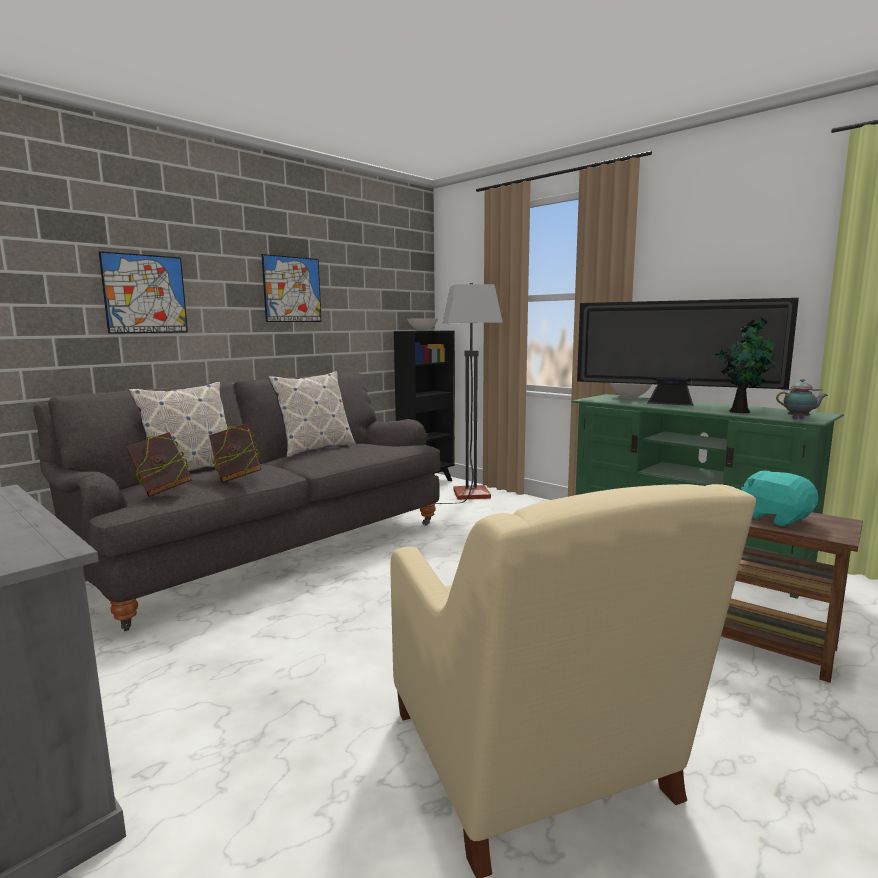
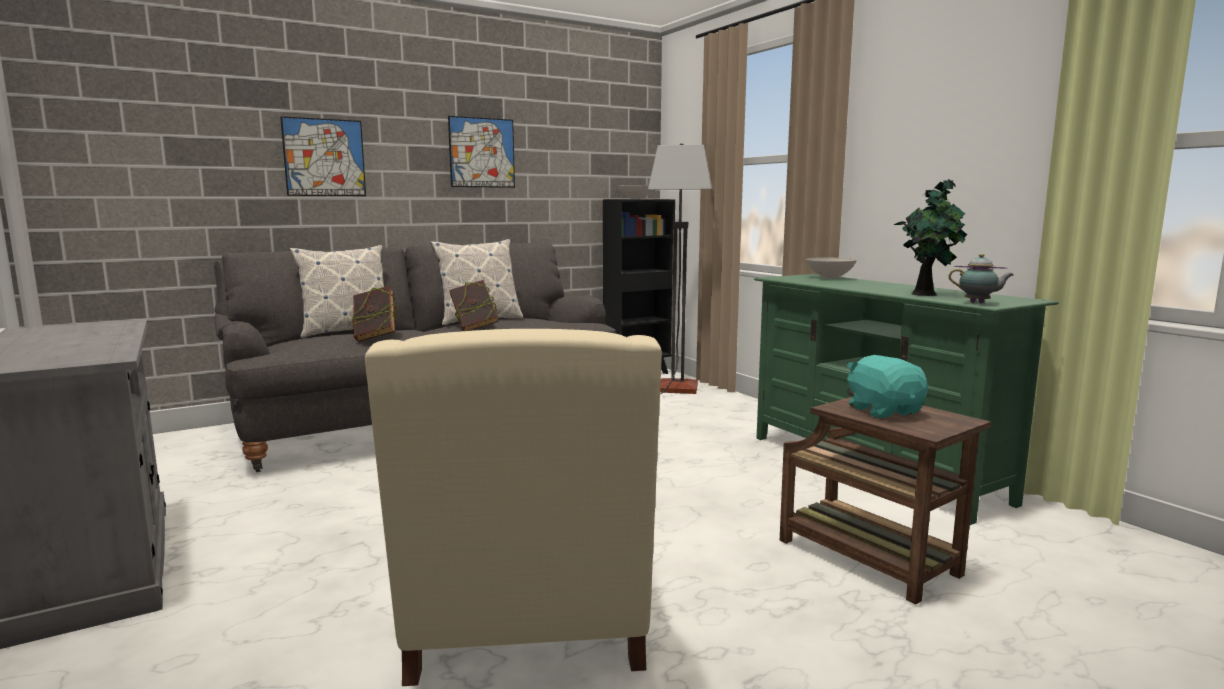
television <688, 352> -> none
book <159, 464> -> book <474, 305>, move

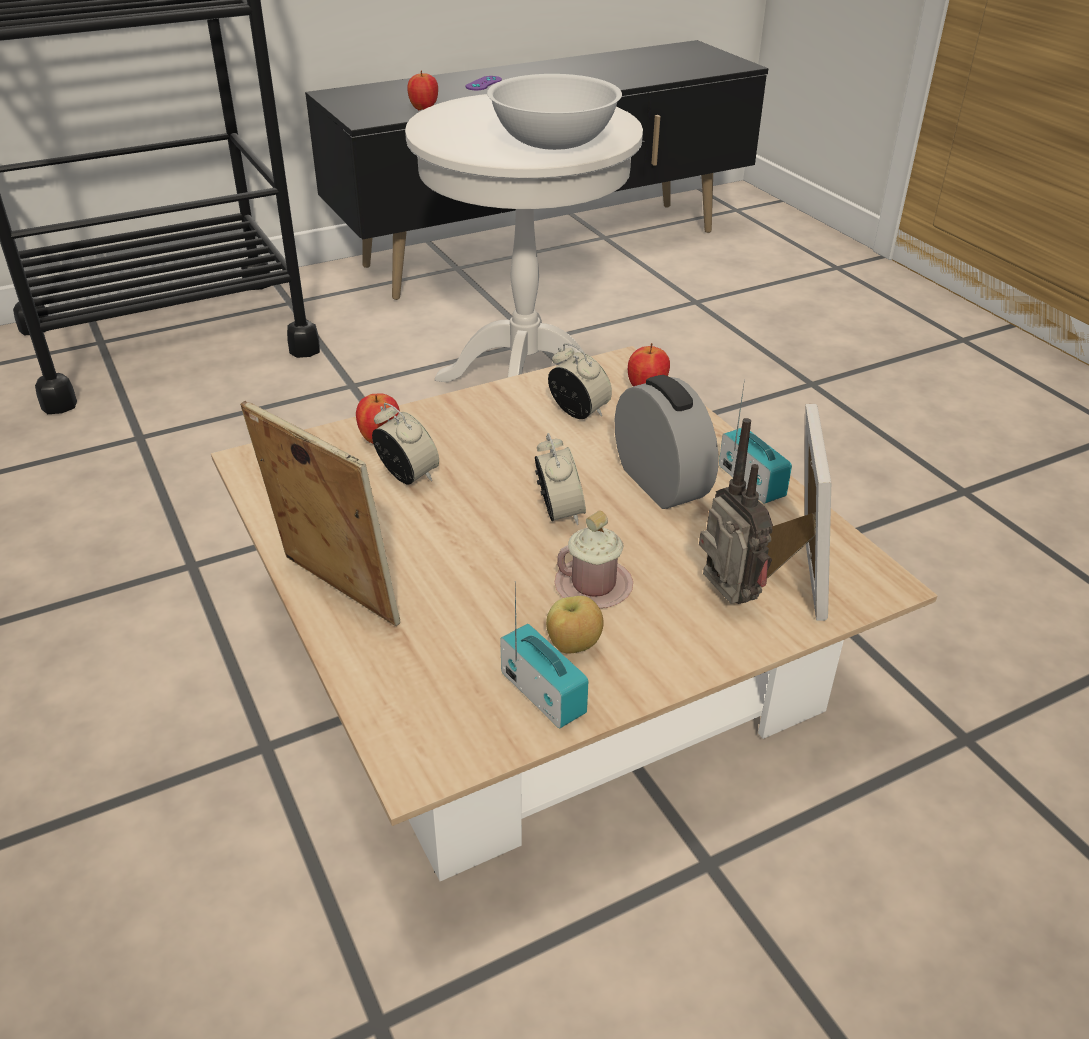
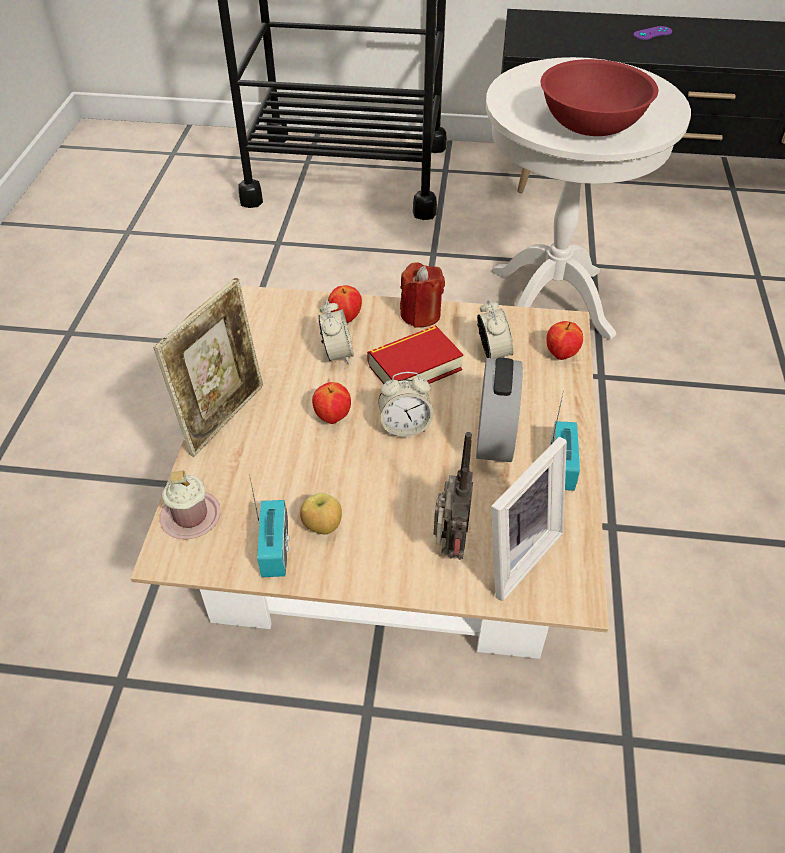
none -> book <415, 354>
none -> red candle <422, 295>
apple <422, 90> -> apple <331, 403>, move
pink mug <594, 559> -> pink mug <190, 505>, move
white bowl <554, 112> -> red bowl <599, 97>
picture frame <320, 513> -> picture frame <208, 367>, 45 degrees clockwise
alarm clock <560, 479> -> alarm clock <405, 404>, 60 degrees clockwise

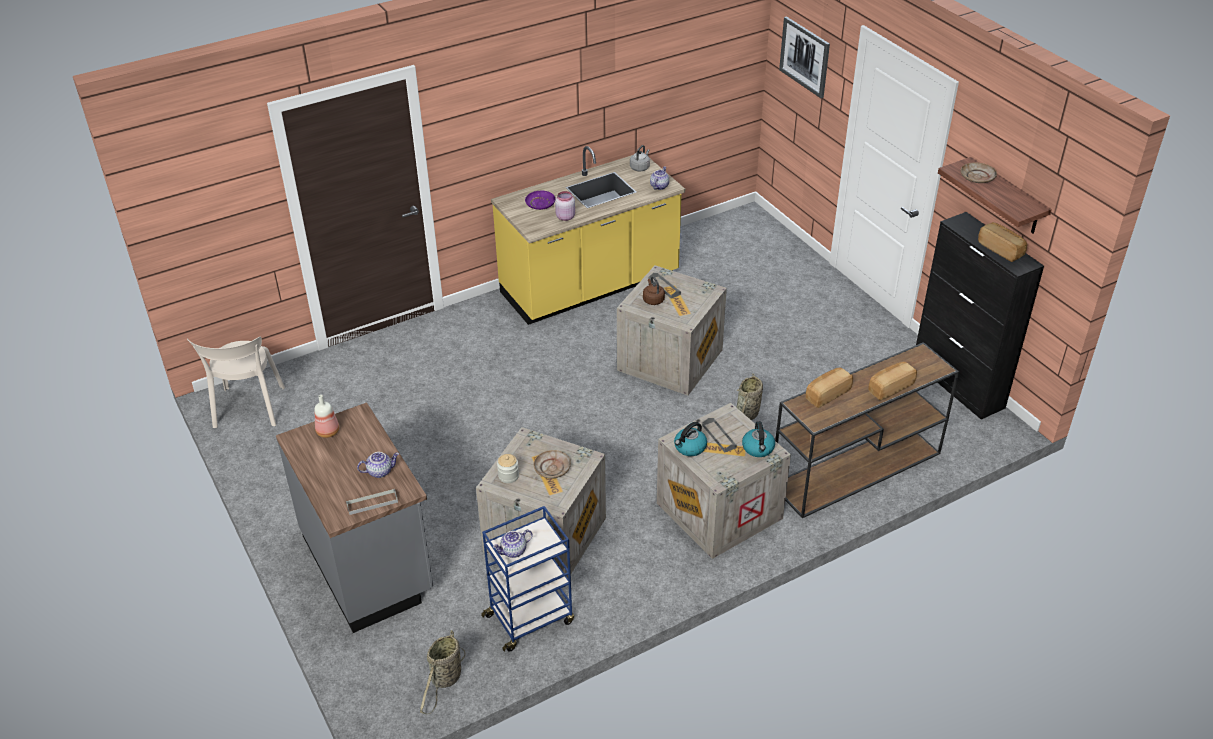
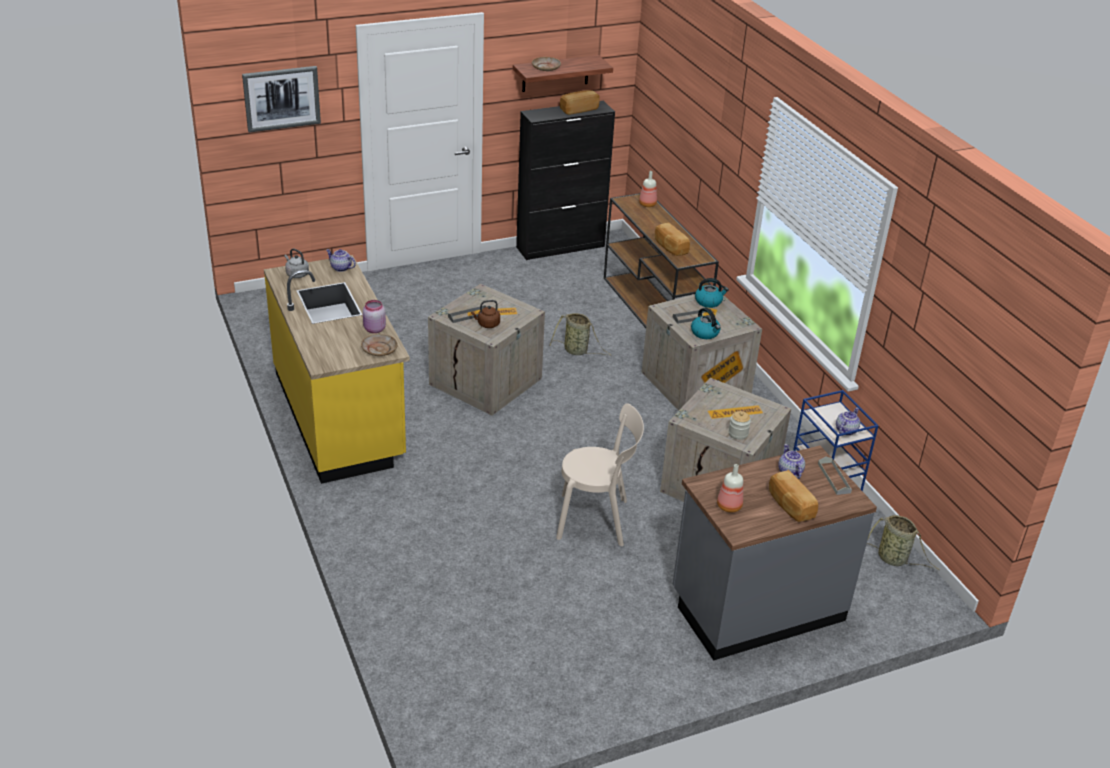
purple plate <540, 200> -> none
none -> bottle <648, 189>
beige chair <236, 382> -> beige chair <600, 474>, move
beige plate <552, 464> -> beige plate <379, 345>, move
bread <892, 381> -> bread <793, 496>, move
teapot <513, 544> -> teapot <848, 421>, 120 degrees counterclockwise

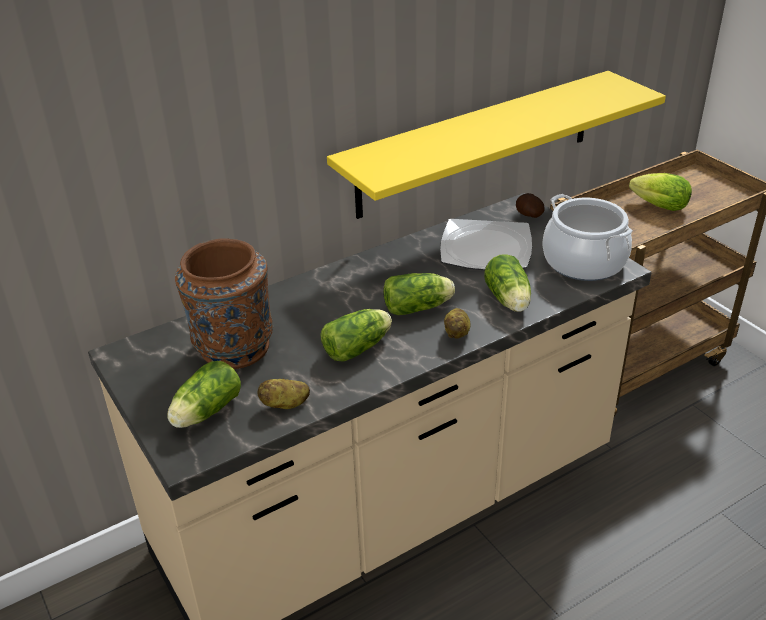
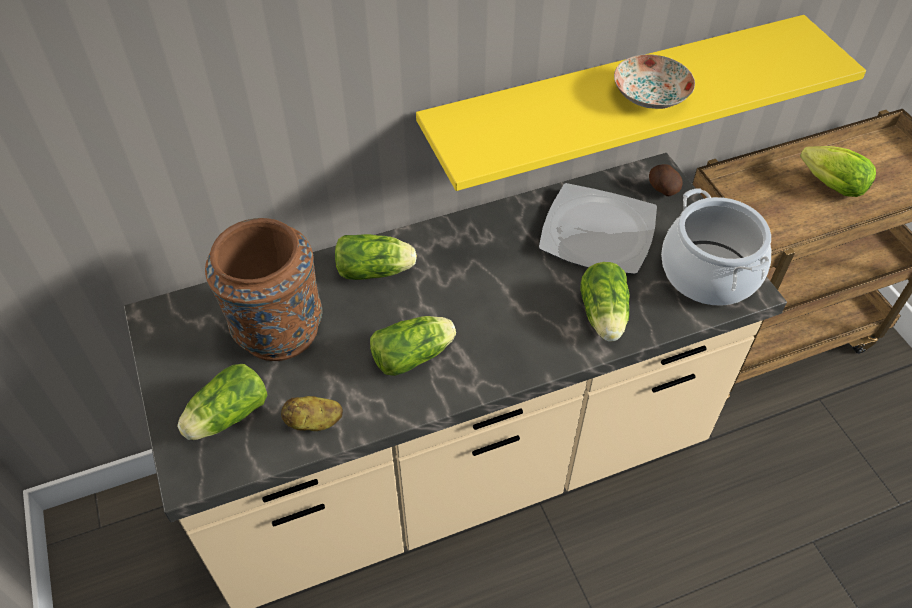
potato <457, 323> -> none
none -> plate <654, 81>
lettuce <419, 294> -> lettuce <376, 257>, move

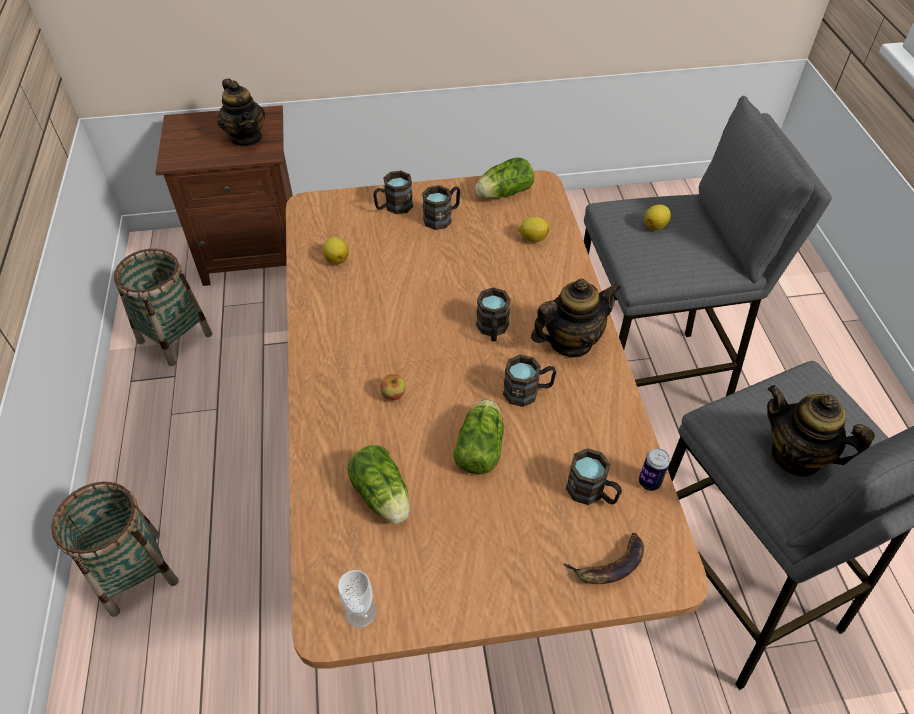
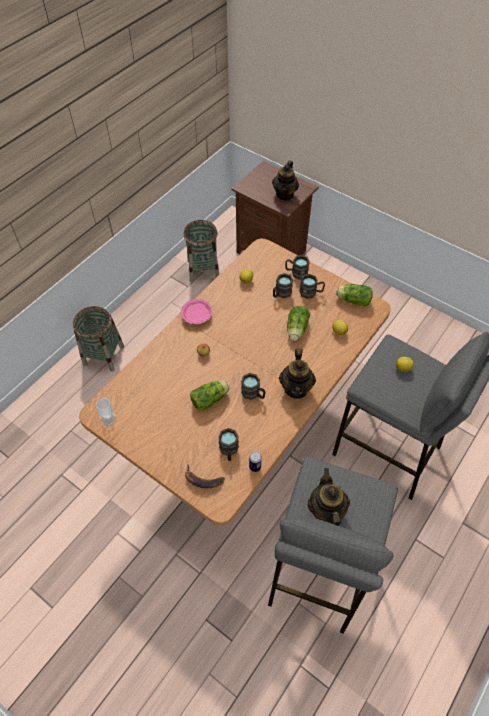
none -> pink plate <197, 311>
lettuce <379, 484> -> lettuce <298, 323>, move
brown mug <493, 314> -> brown mug <283, 285>, move
teapot <576, 318> -> teapot <297, 373>, 75 degrees clockwise

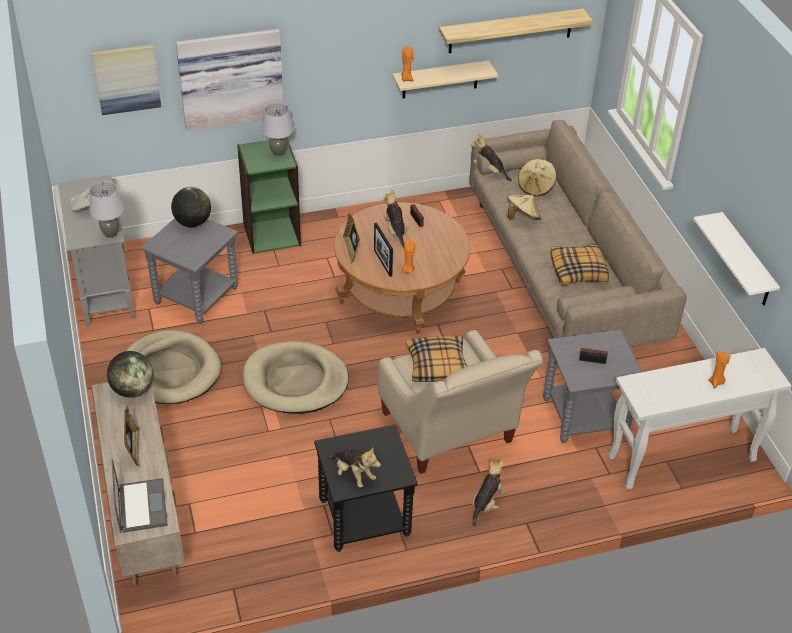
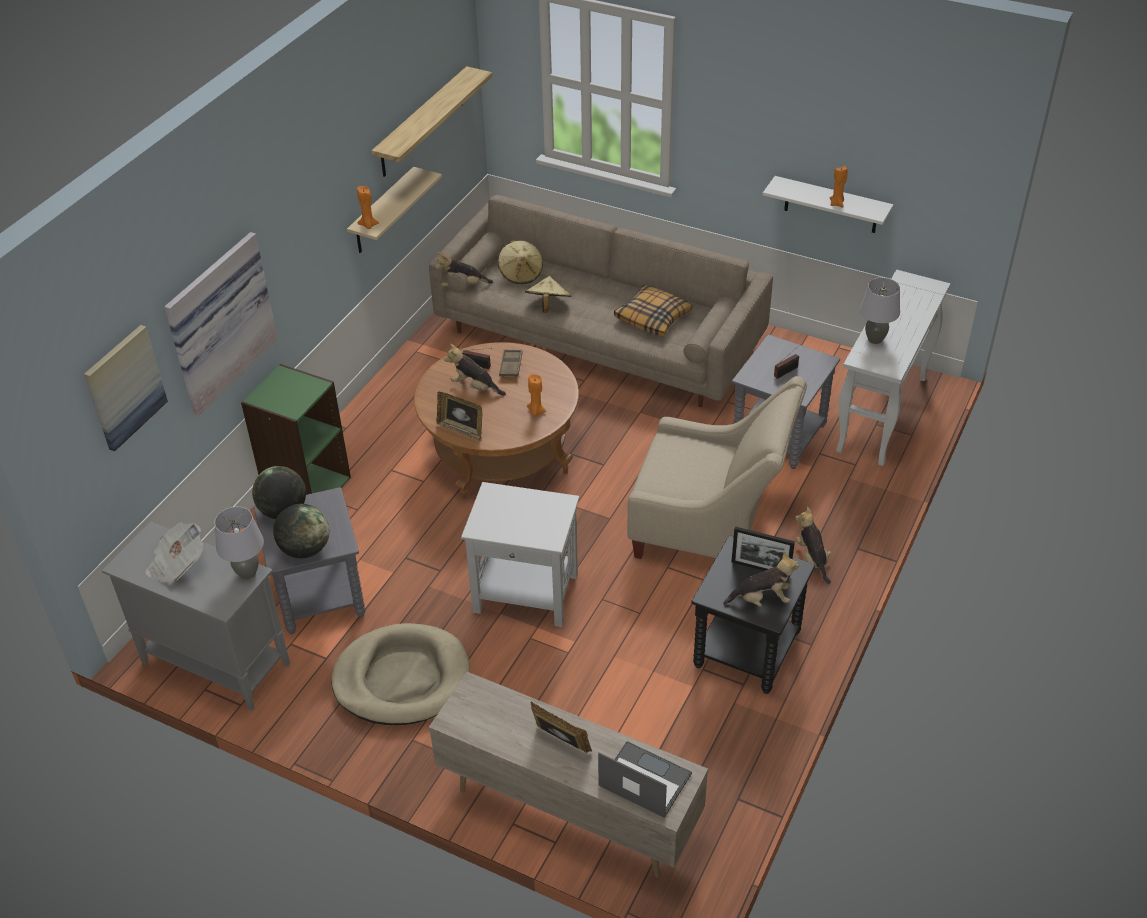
pillow <436, 359> -> none
none -> brown tray <511, 363>
globe <130, 374> -> globe <301, 531>, move
grey table lamp <277, 129> -> grey table lamp <880, 311>, move
picture frame <383, 250> -> picture frame <763, 551>, move
orange candle <719, 369> -> orange candle <839, 187>, move
beige dog bed <296, 377> -> white side table <520, 554>

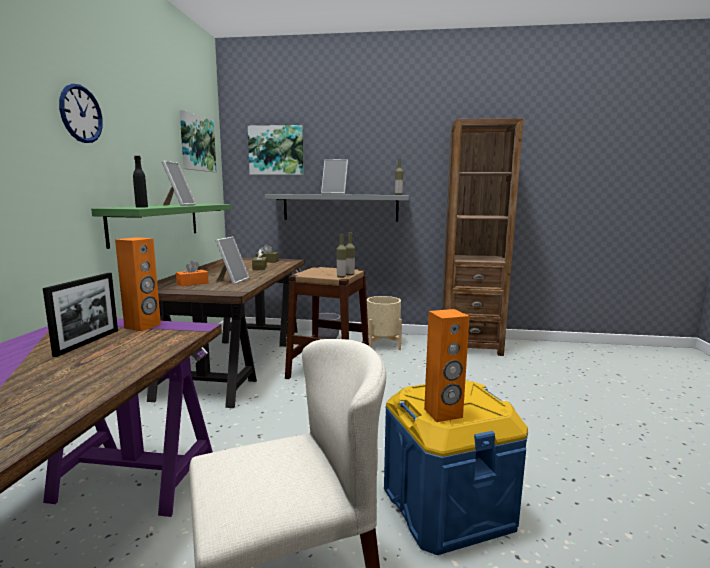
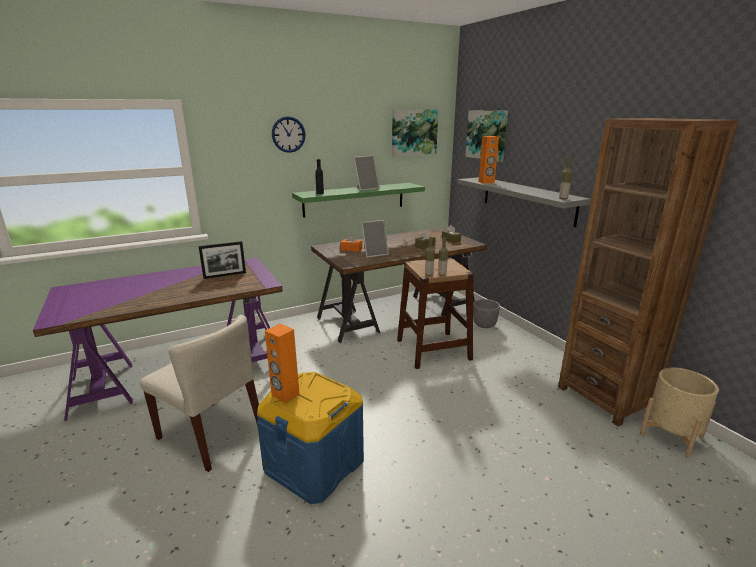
picture frame <334, 176> -> none
orange speaker <138, 284> -> orange speaker <488, 160>, move
beige planter <384, 323> -> beige planter <679, 413>, move

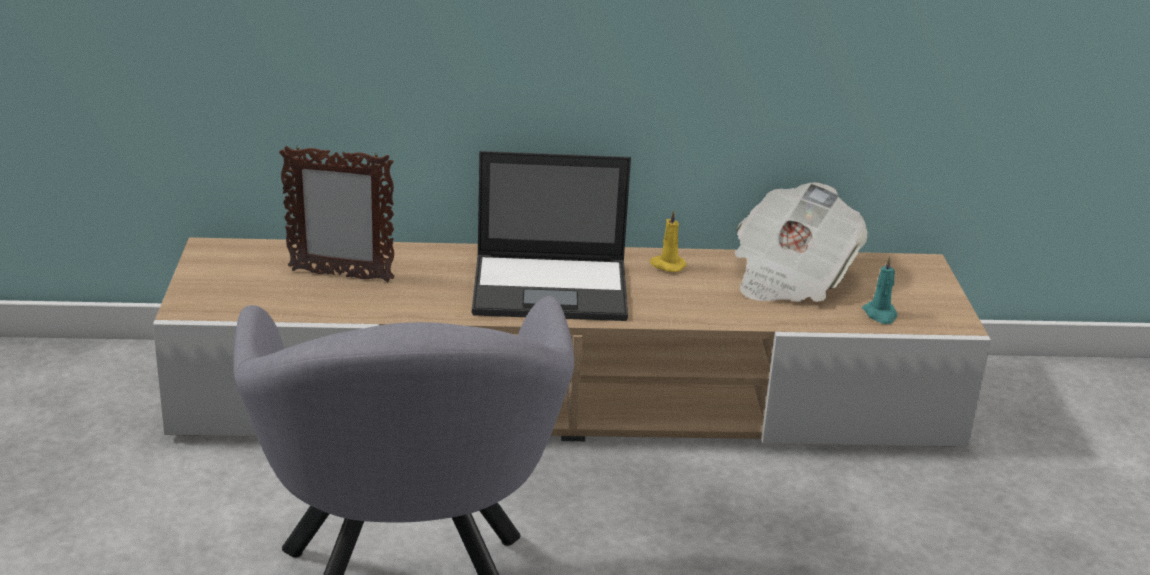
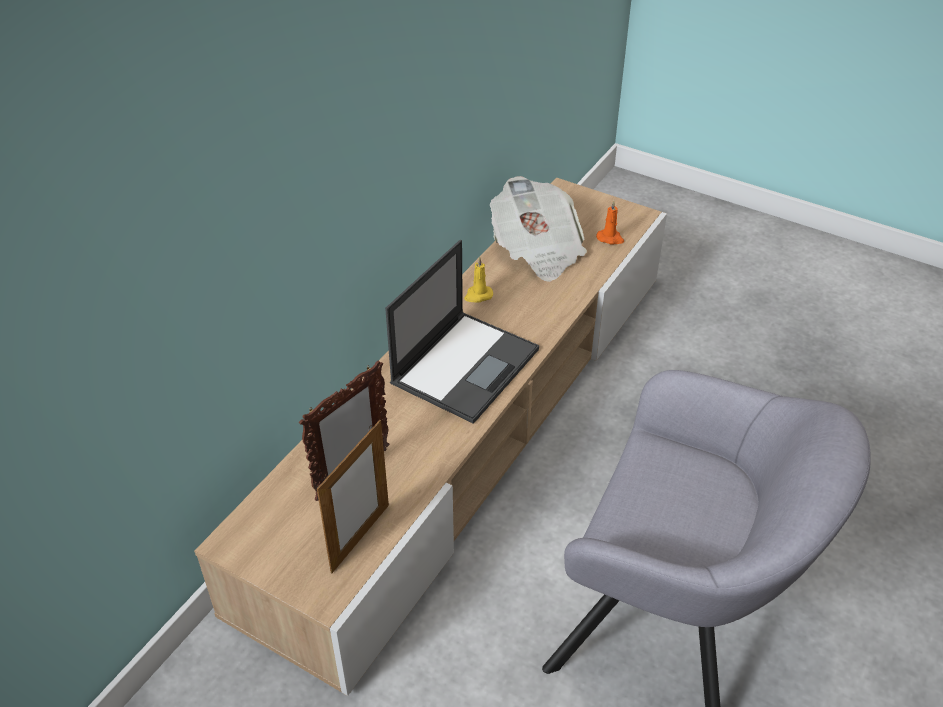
none -> picture frame <353, 496>
turquoise candle <879, 290> -> orange candle <610, 223>

